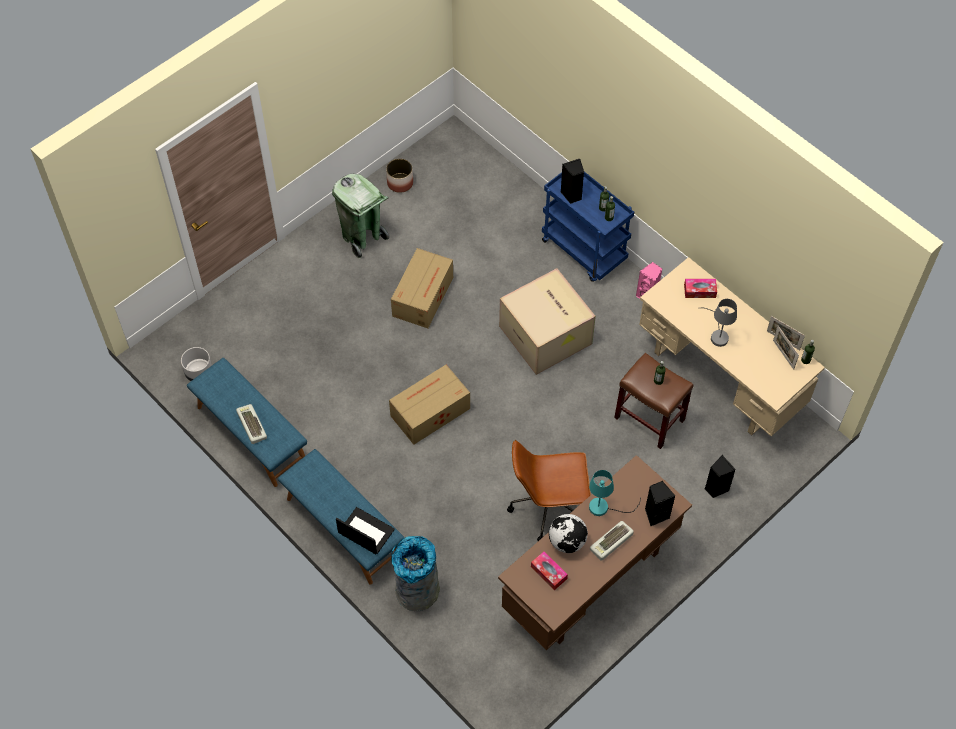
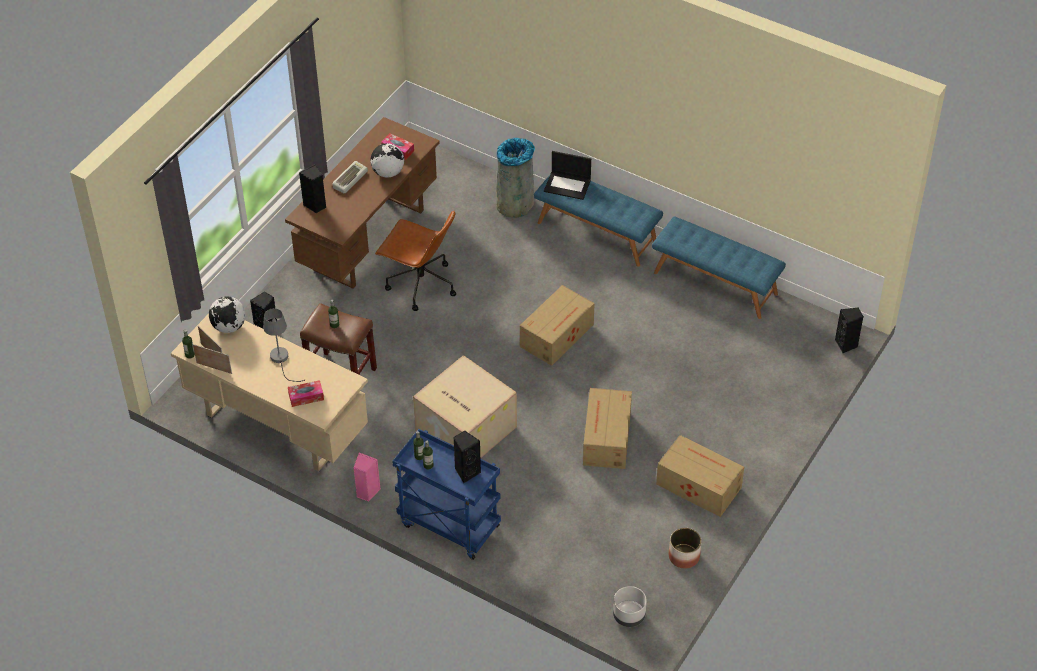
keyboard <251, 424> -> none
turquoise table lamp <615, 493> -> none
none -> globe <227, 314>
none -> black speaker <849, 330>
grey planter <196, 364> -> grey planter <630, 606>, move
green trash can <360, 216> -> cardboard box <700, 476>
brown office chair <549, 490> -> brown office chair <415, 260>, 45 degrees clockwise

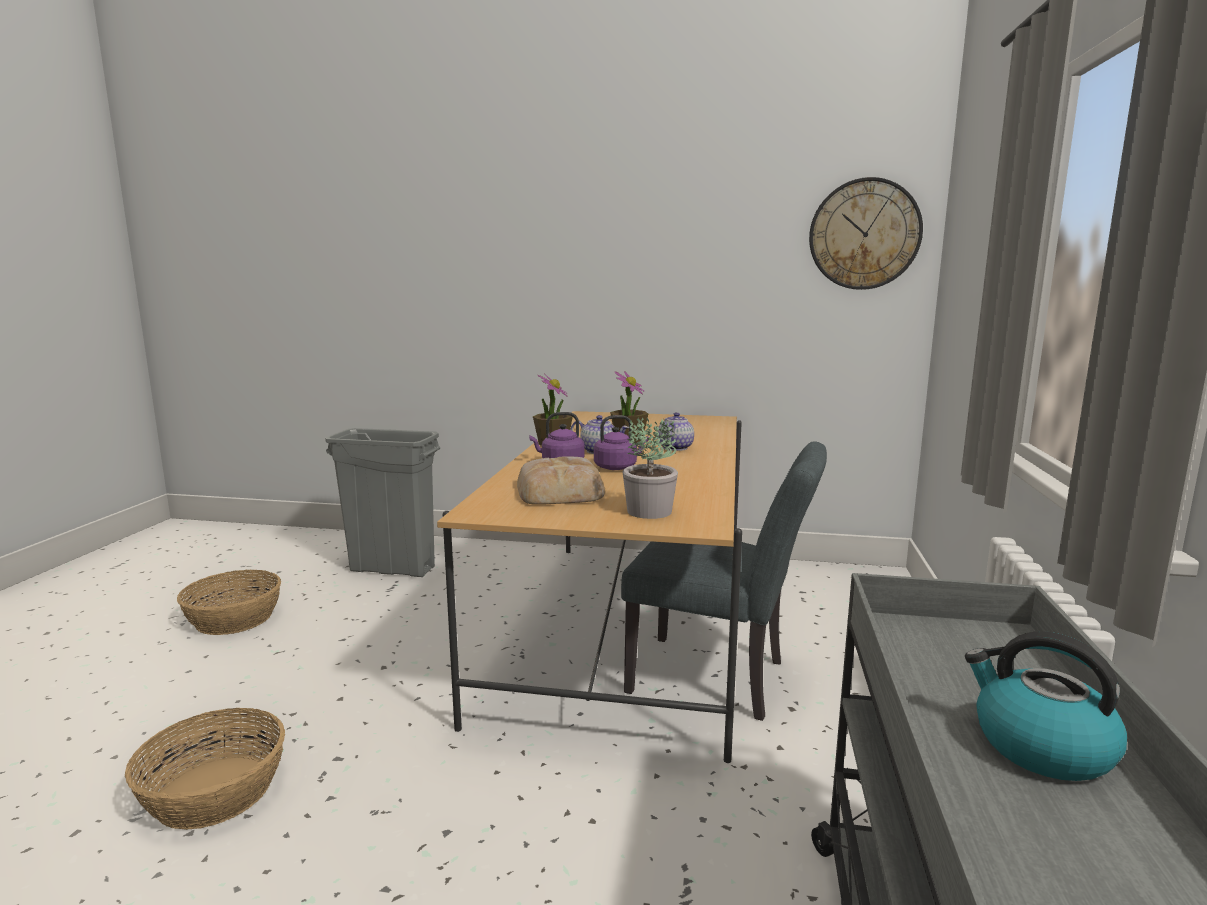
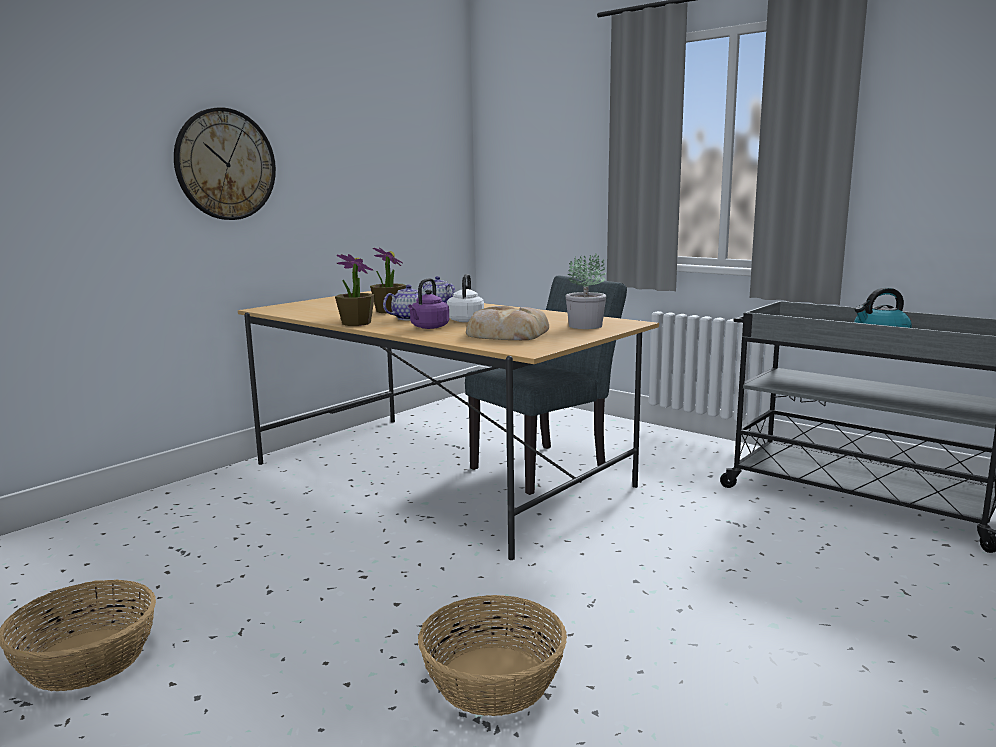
grey trash can <382, 502> -> none
wall clock <866, 233> -> wall clock <225, 164>, move
purple kettle <621, 442> -> white kettle <465, 298>

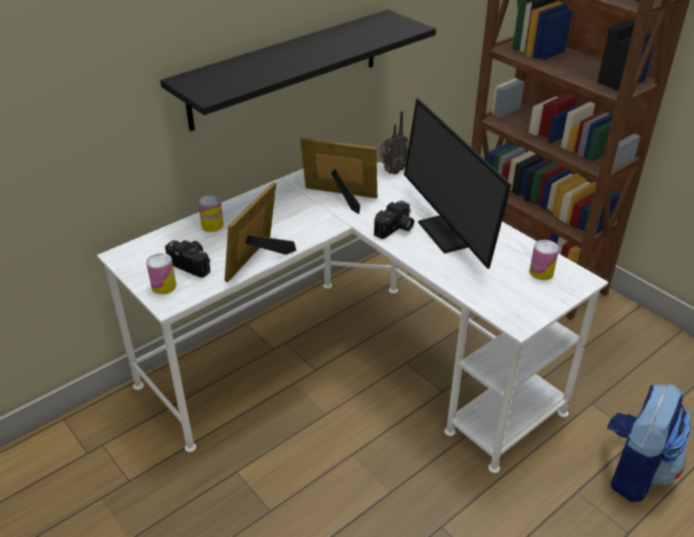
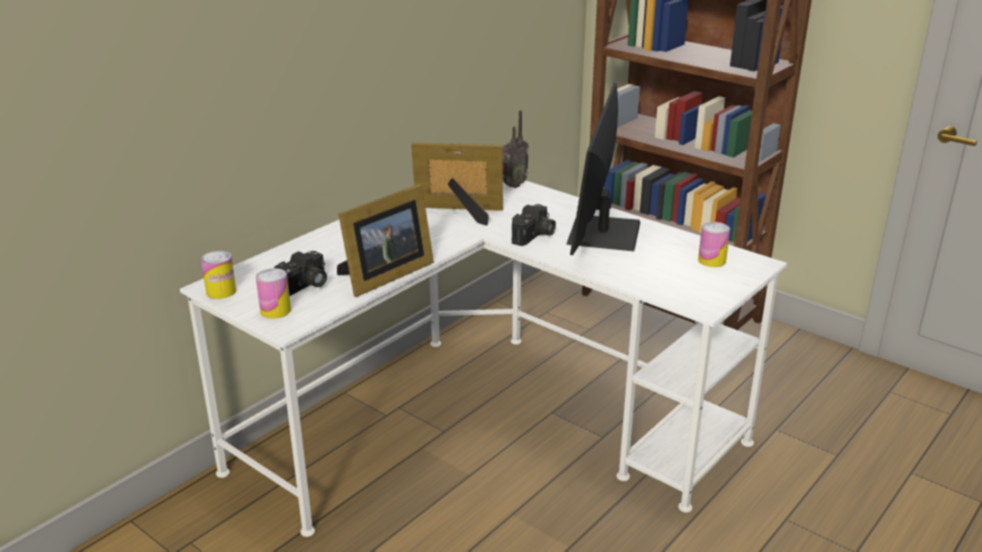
black shelf <298, 70> -> none
backpack <649, 442> -> none
can <211, 213> -> can <218, 275>, move
photo camera <188, 258> -> photo camera <300, 273>, 105 degrees clockwise
picture frame <260, 232> -> picture frame <385, 240>, 150 degrees counterclockwise
monitor <458, 183> -> monitor <603, 169>, 45 degrees clockwise

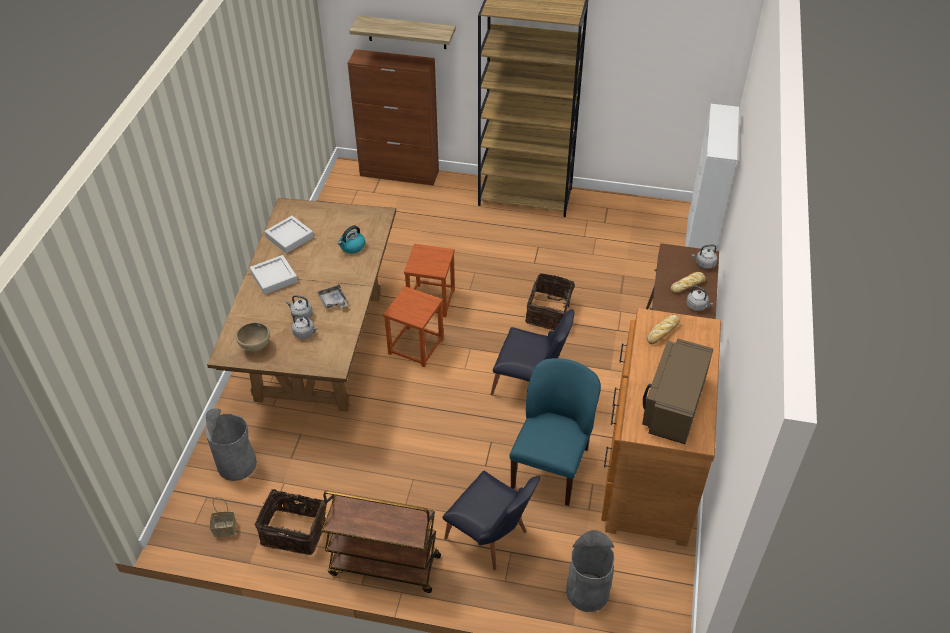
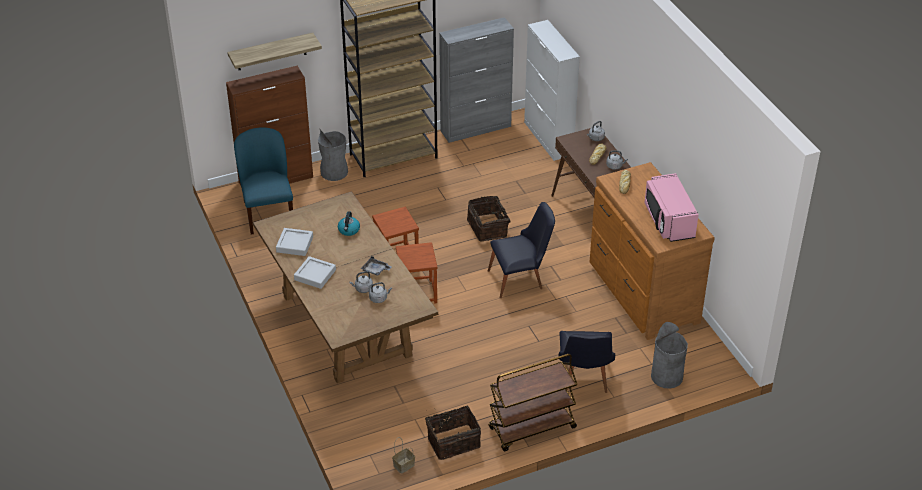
brown bowl <253, 337> -> none
none -> grey cabinet <476, 80>
grey trash can <231, 444> -> grey trash can <333, 155>, move
blue chair <555, 432> -> blue chair <263, 180>, move
brown microwave <677, 391> -> pink microwave <671, 207>
black chair <491, 520> -> black chair <586, 362>, 90 degrees clockwise

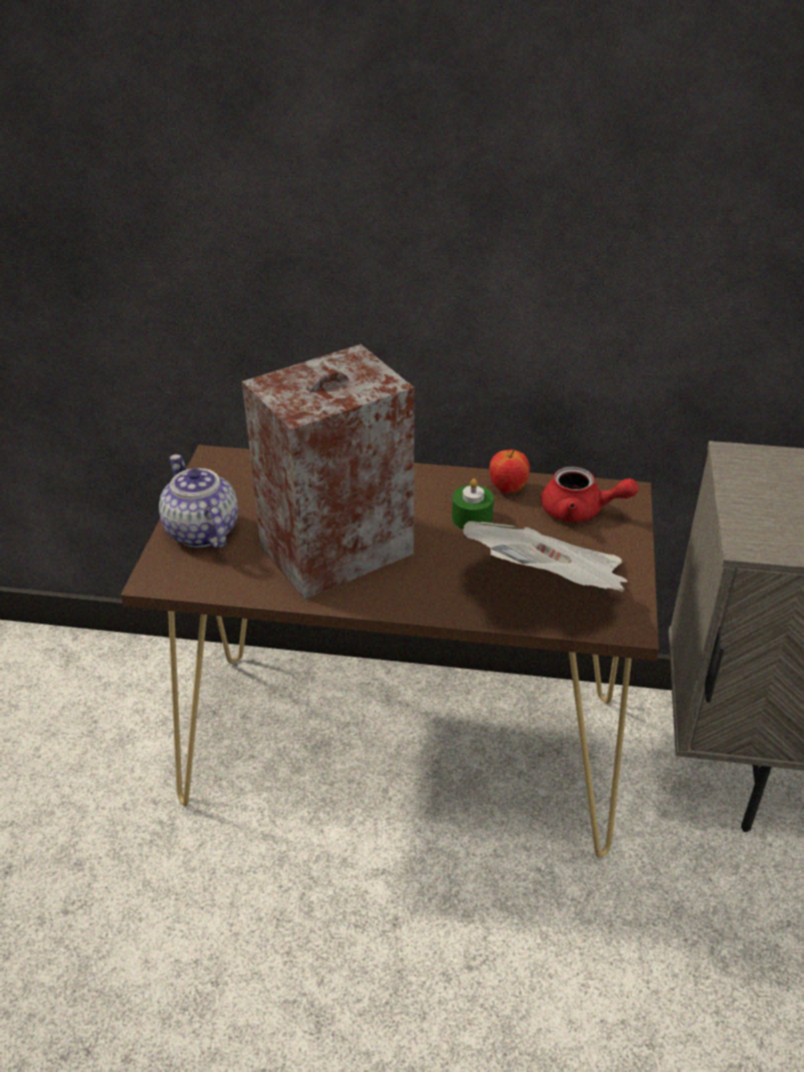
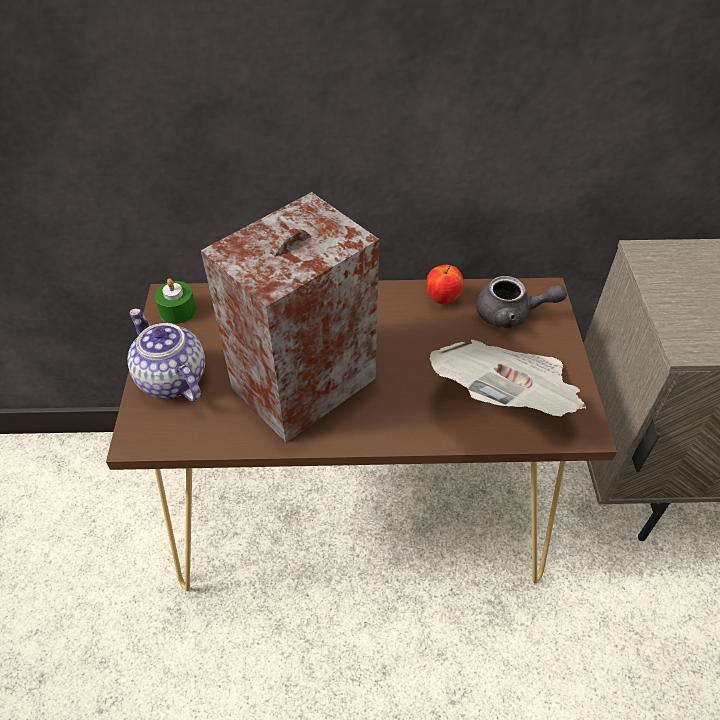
green candle <473, 504> -> green candle <175, 301>, move
red teapot <589, 494> -> grey teapot <521, 302>

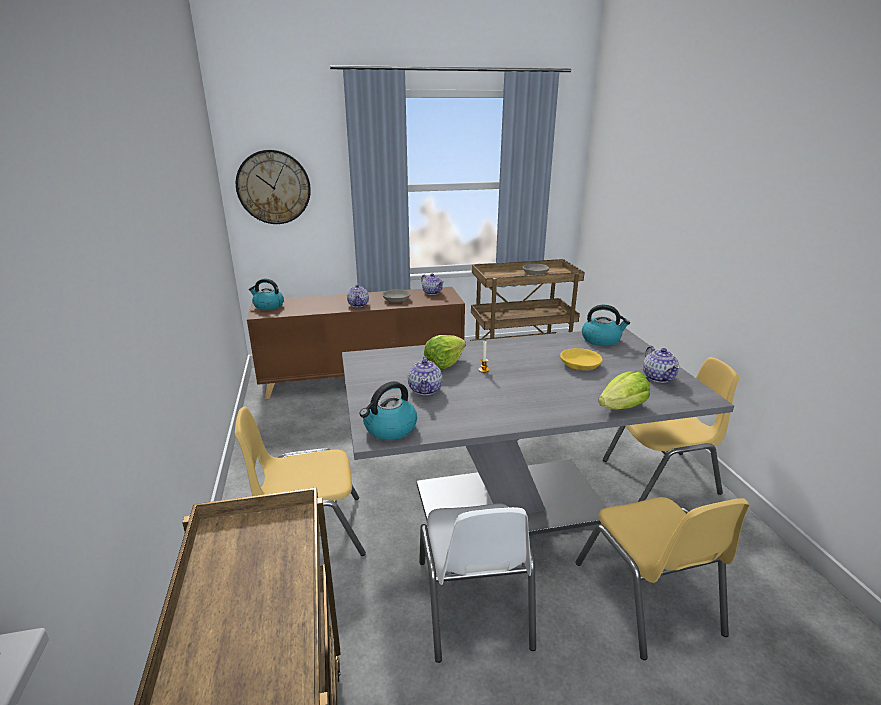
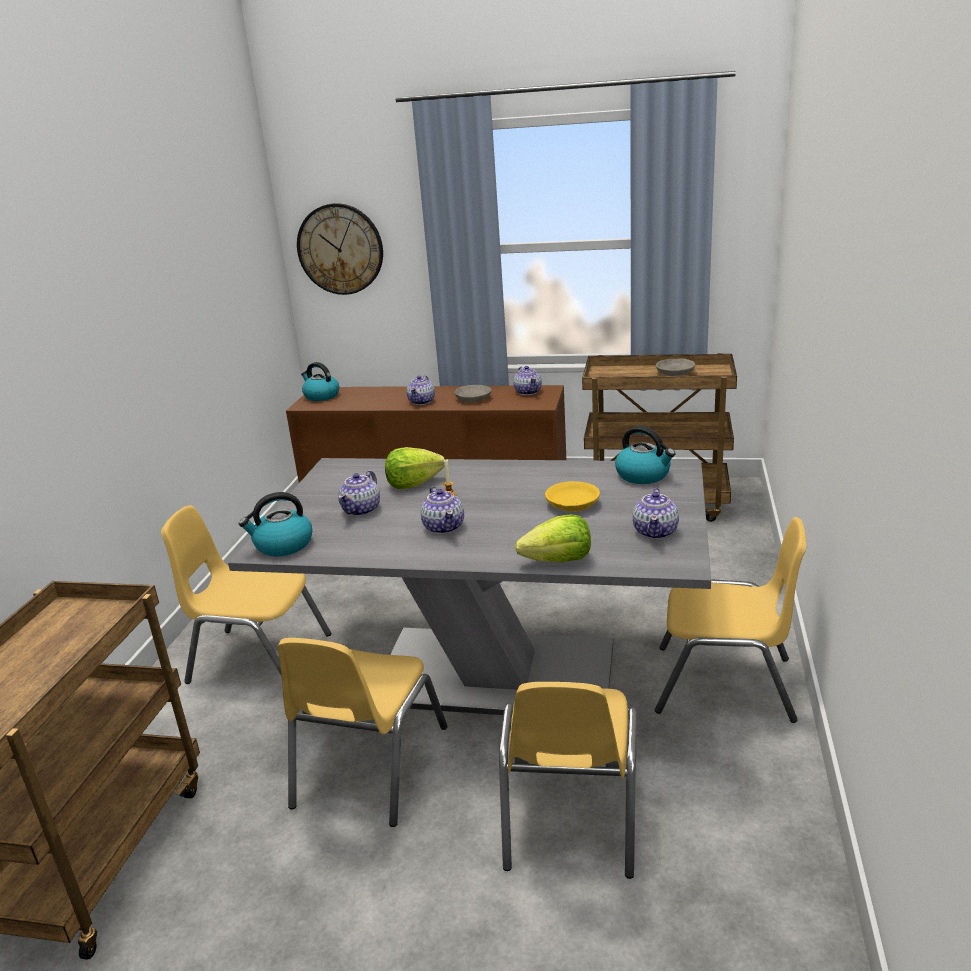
none -> teapot <442, 510>
white chair <477, 583> -> yellow chair <362, 732>

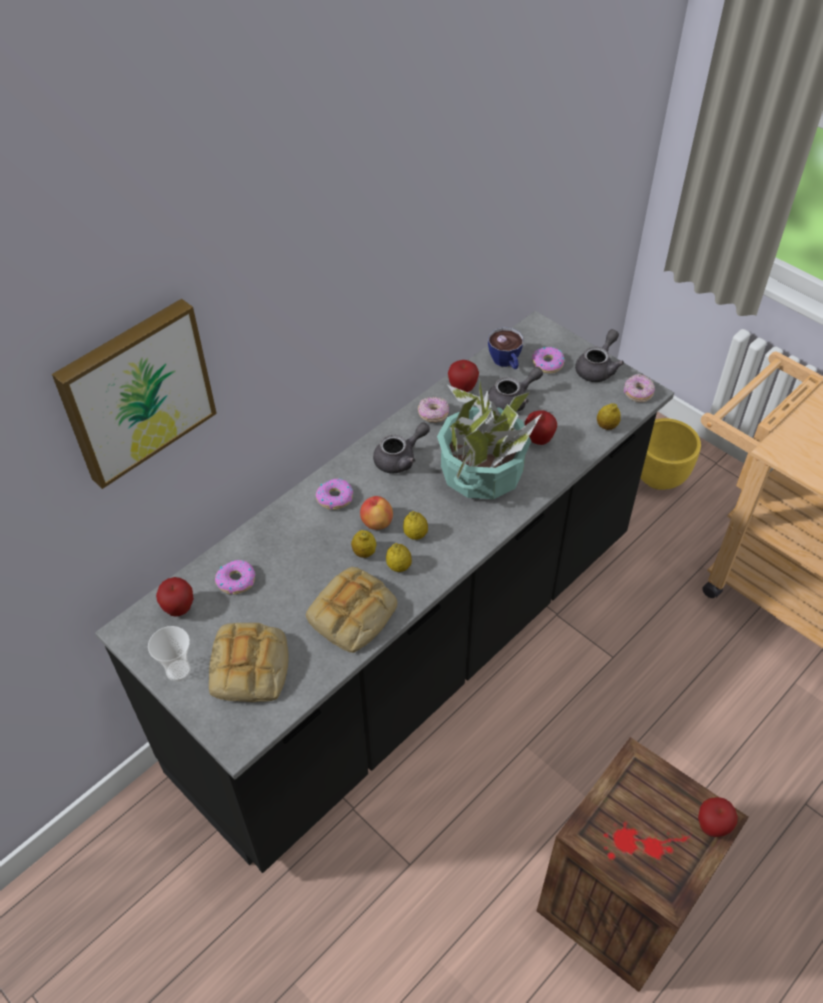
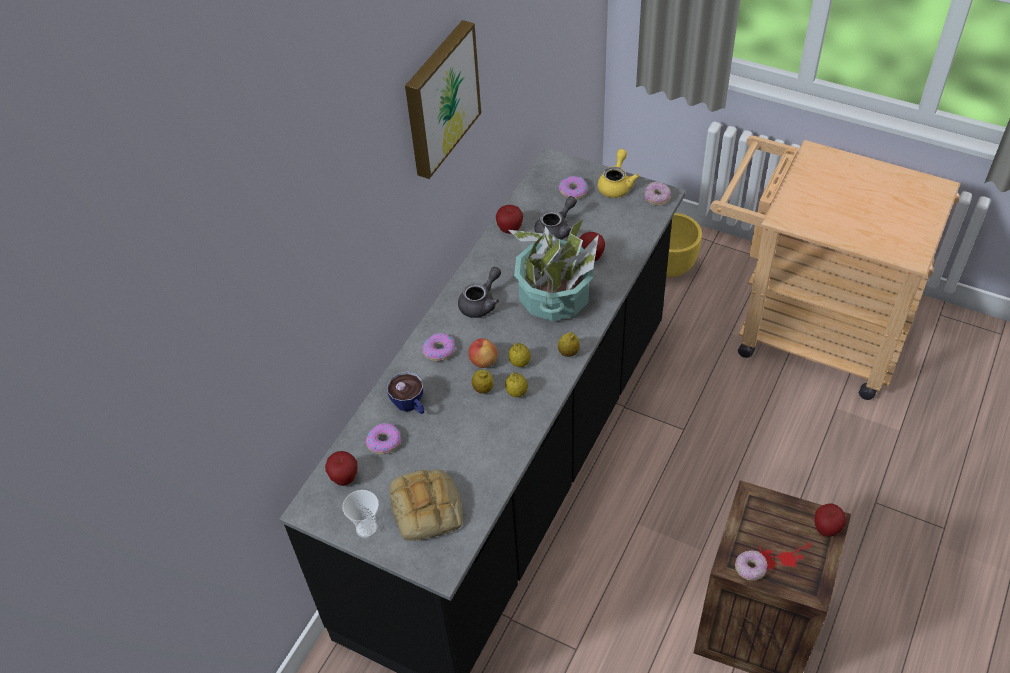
bread <351, 610> -> none
picture <134, 394> -> picture <443, 99>, move
donut <433, 409> -> donut <751, 565>, move
cup <506, 348> -> cup <405, 392>, move
lemon <609, 416> -> lemon <569, 344>, move
grey teapot <599, 355> -> yellow teapot <618, 173>

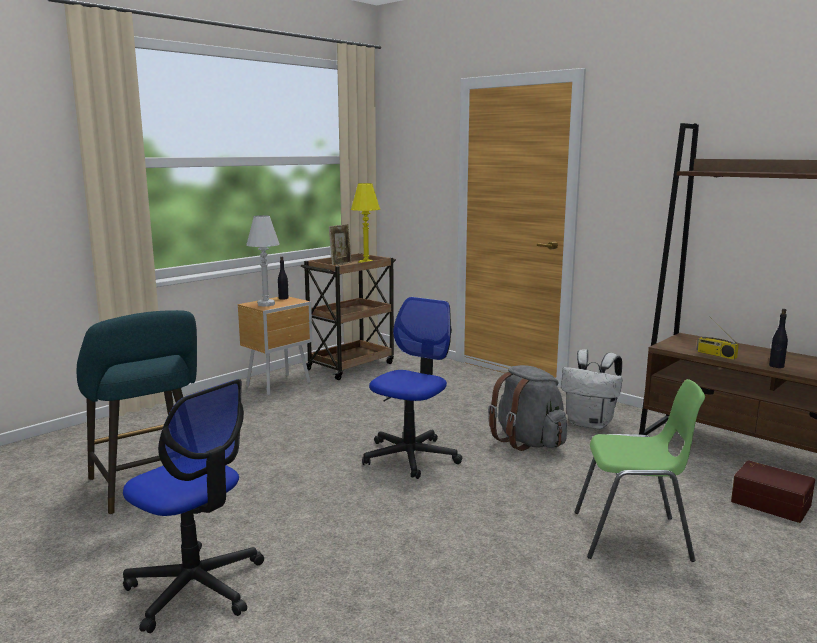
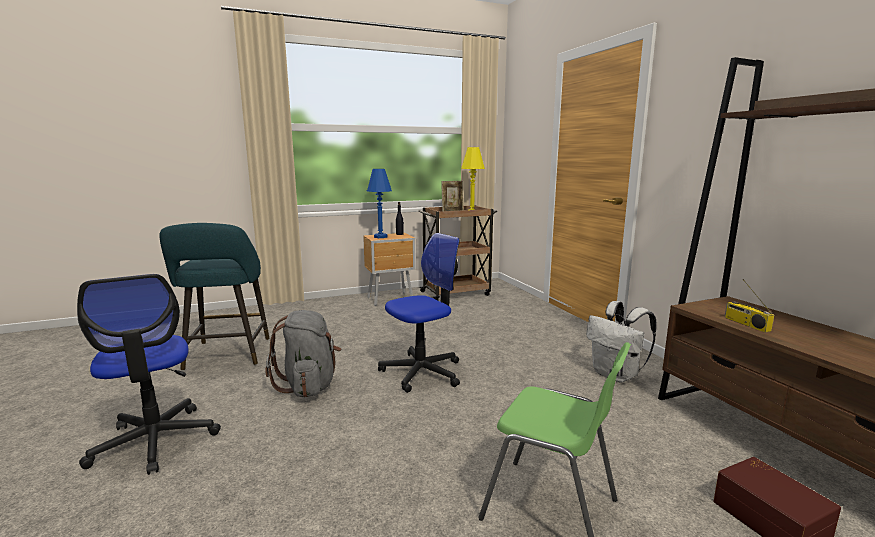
black bottle <778, 338> -> none
grey backpack <527, 408> -> grey backpack <303, 353>, move
white table lamp <263, 261> -> blue table lamp <379, 203>

